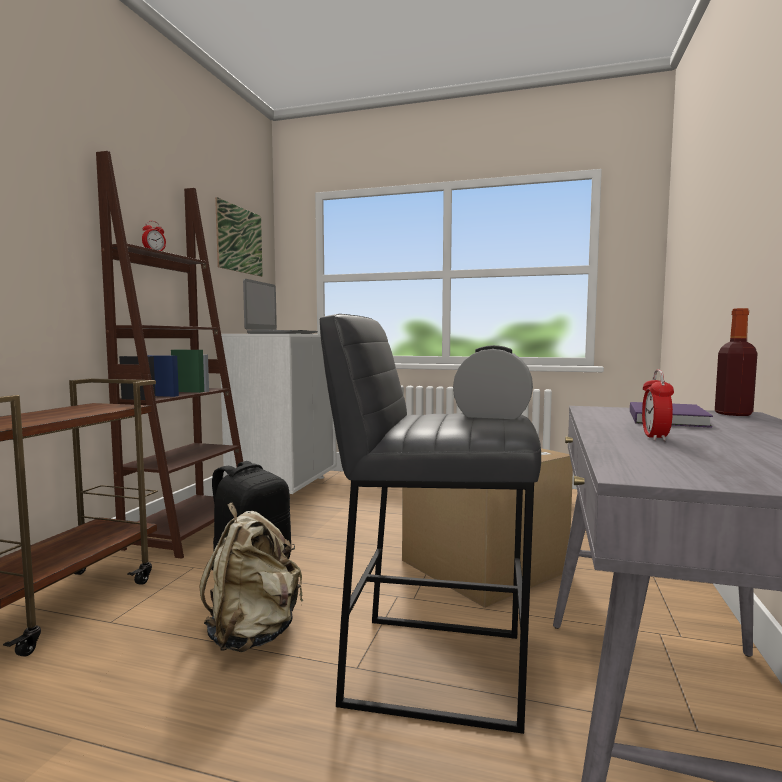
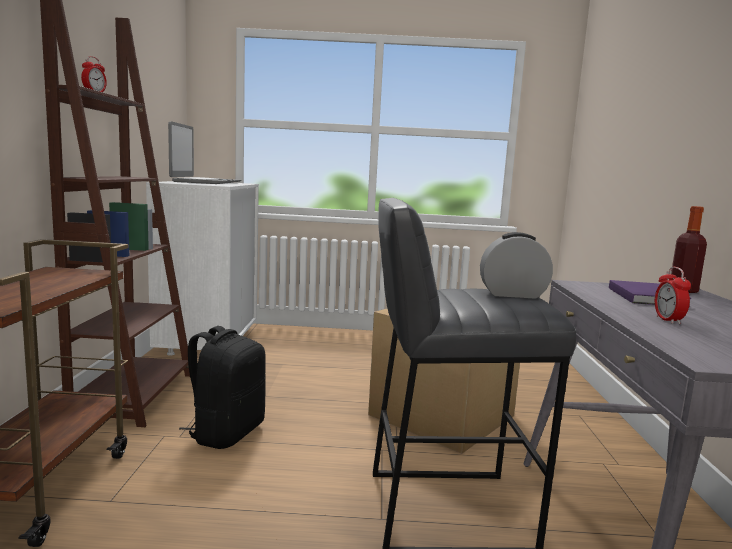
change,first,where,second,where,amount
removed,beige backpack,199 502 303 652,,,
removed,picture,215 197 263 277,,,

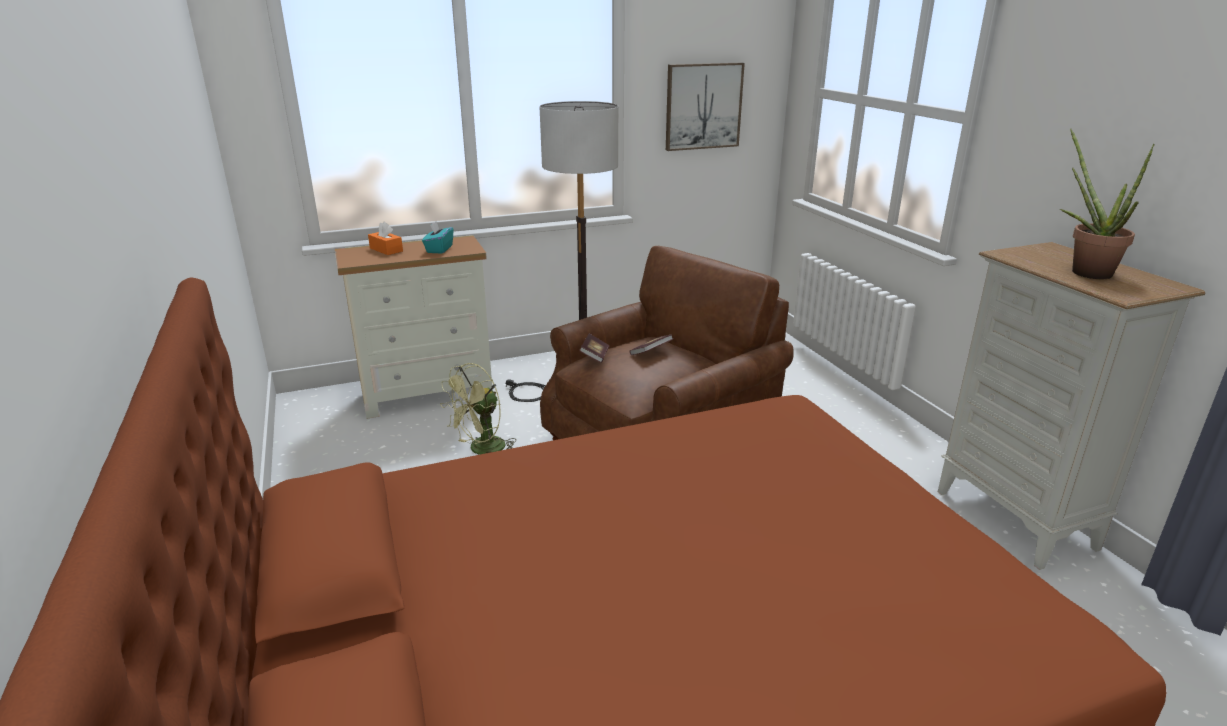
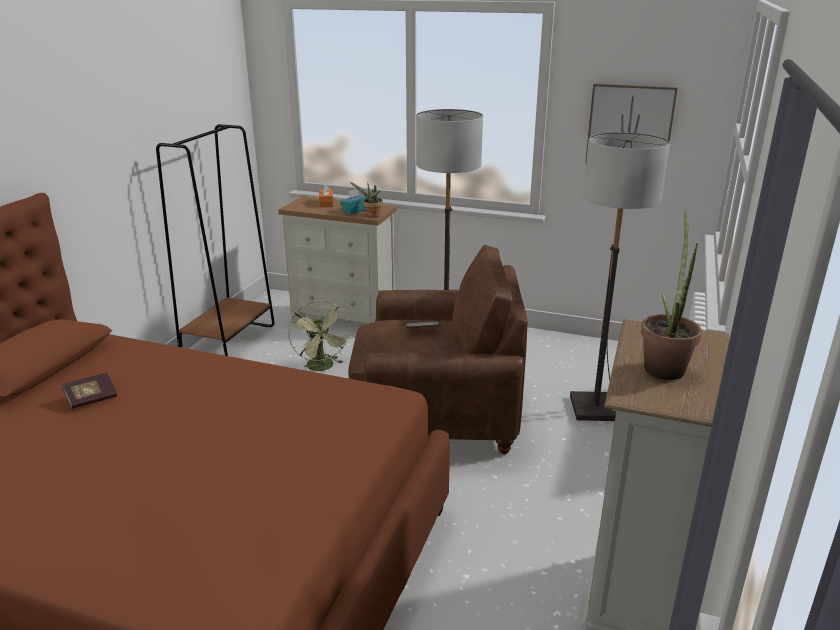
change,first,where,second,where,amount
added,,,clothes rack,156 124 274 356,
added,,,potted plant,350 182 383 218,
added,,,floor lamp,570 132 670 421,
moved,book,579 334 609 363,,62 373 117 409,
turned,green fan,440 363 516 455,,288 301 351 371,105 degrees counterclockwise

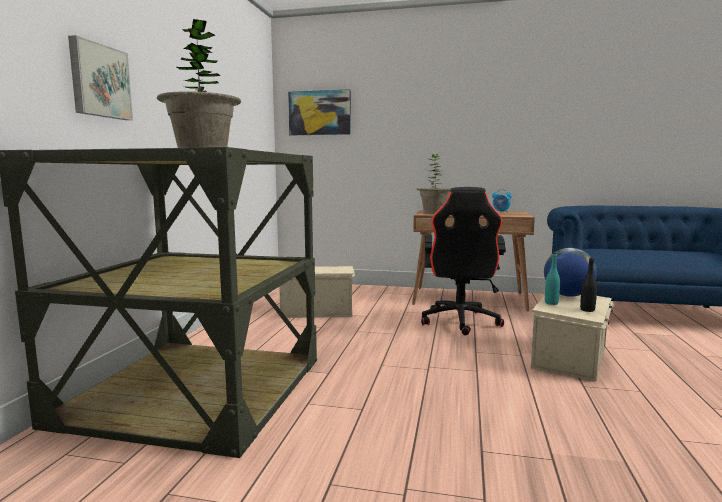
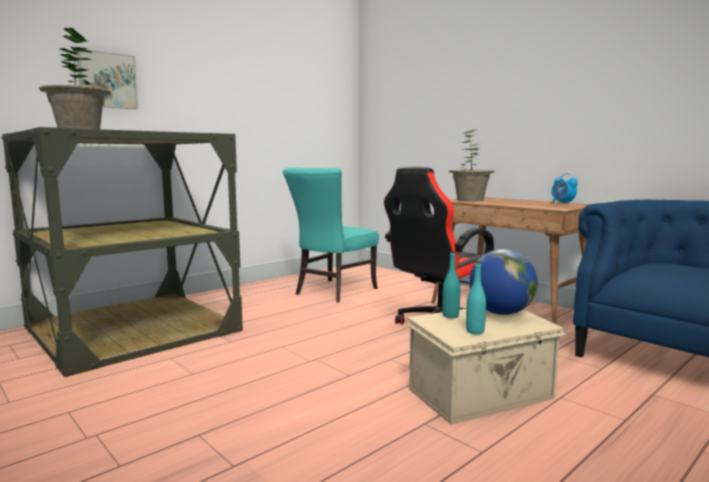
change,first,where,second,where,amount
removed,picture,288 89 351 136,,,
replaced,beige storage box,279 266 355 318,turquoise chair,283 167 379 302,
recoloured,black bottle,580 258 597 312,turquoise bottle,466 261 486 334,

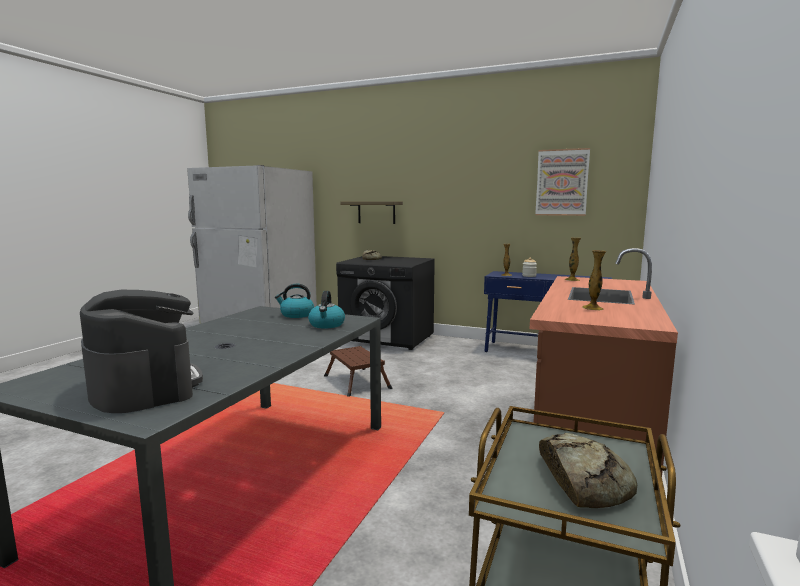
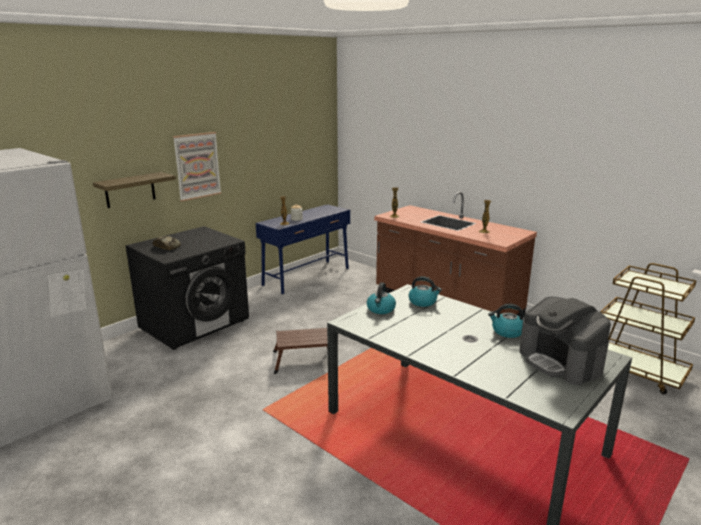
change,first,where,second,where,amount
removed,bread,539 433 637 508,,,
added,,,kettle,488 304 524 338,
moved,picture,535 148 590 216,,173 132 222 201,
turned,coffee machine,80 290 203 413,,519 297 611 385,105 degrees counterclockwise

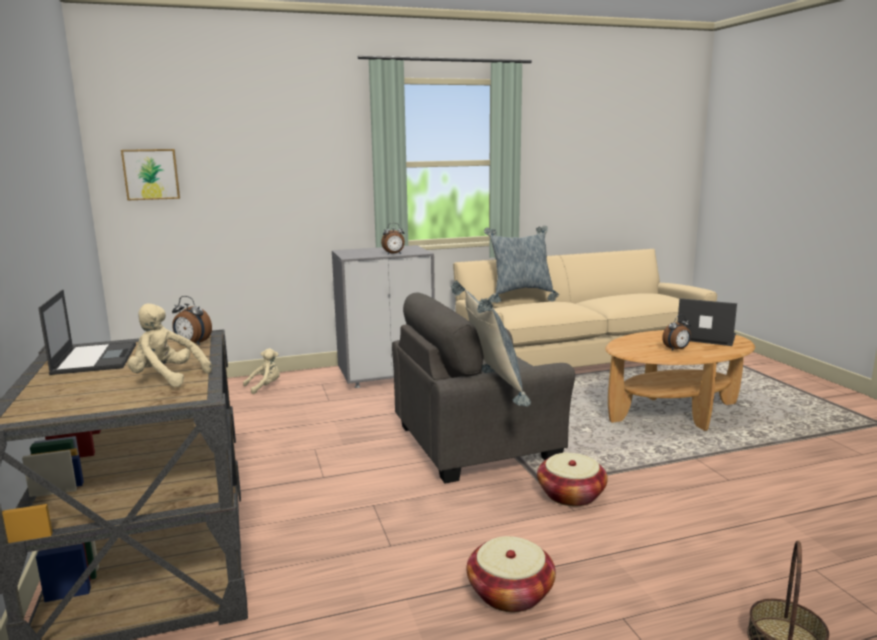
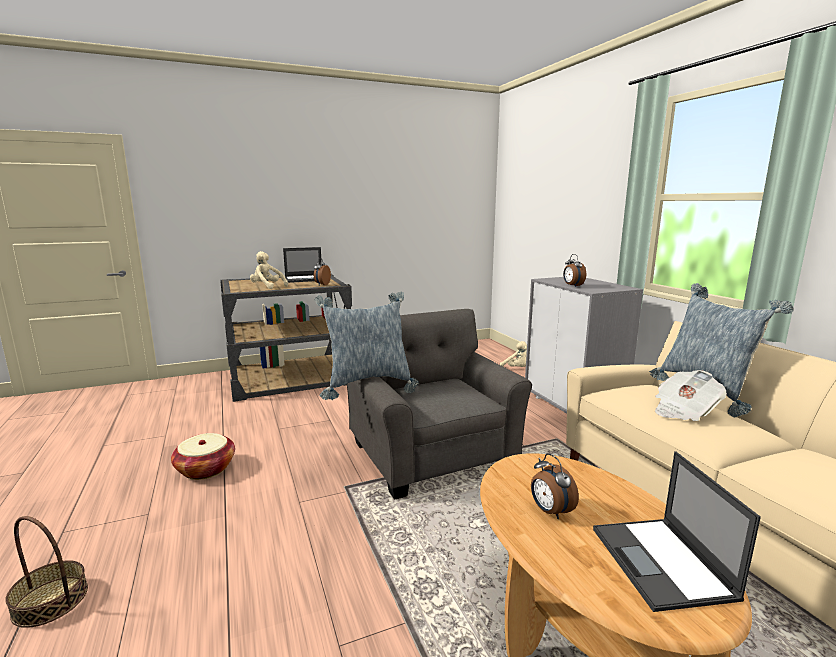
change,first,where,second,where,amount
removed,picture,121 149 180 200,,,
removed,basket,537 453 608 507,,,
added,,,newspaper,655 370 727 421,
turned,beige plush toy,128 303 212 387,,250 251 288 289,75 degrees counterclockwise
turned,laptop,677 298 737 346,,593 451 761 612,150 degrees clockwise

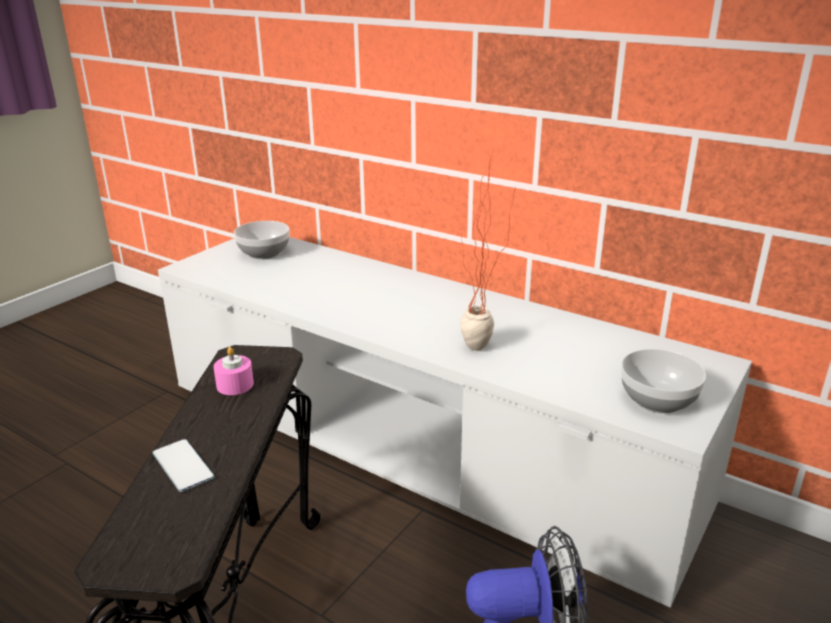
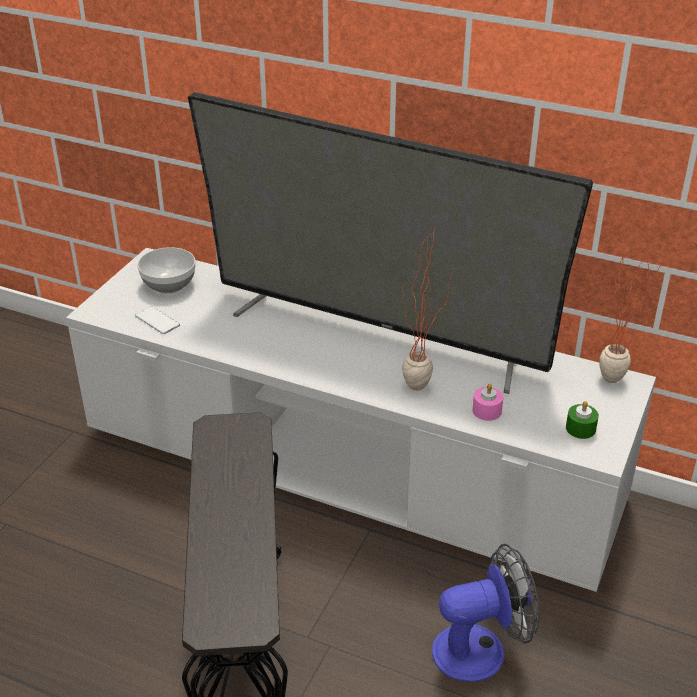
change,first,where,second,where,amount
added,,,television,188 92 593 394,
added,,,potted plant,599 214 669 383,
moved,phone,152 439 214 492,,135 306 180 334,
moved,pink candle,213 347 254 395,,473 383 503 421,
replaced,bowl,621 349 706 413,green candle,566 401 599 439,

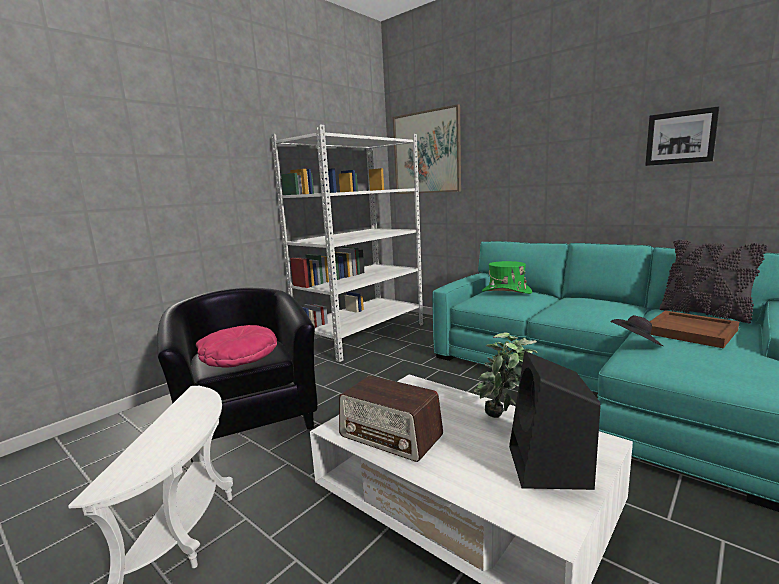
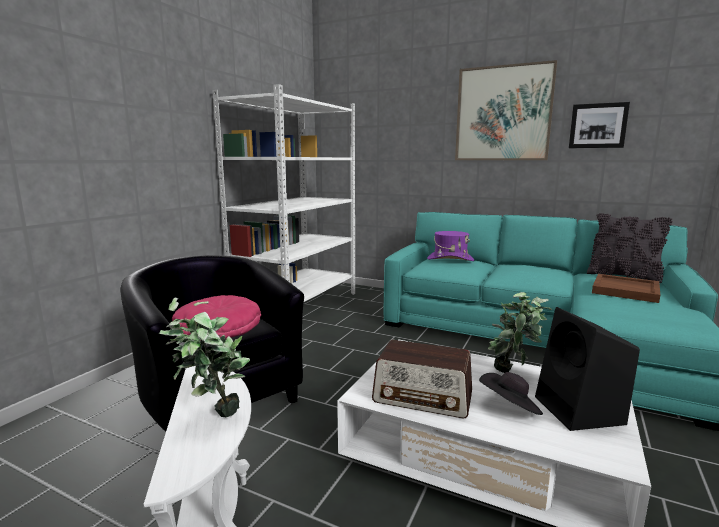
change,first,where,second,where,amount
added,,,potted plant,159 298 250 417,
moved,picture,393 104 461 194,,455 60 557 160,
moved,black hat,611 315 663 346,,479 372 543 415,
recoloured,green hat,482 261 532 294,purple hat,427 231 474 261,

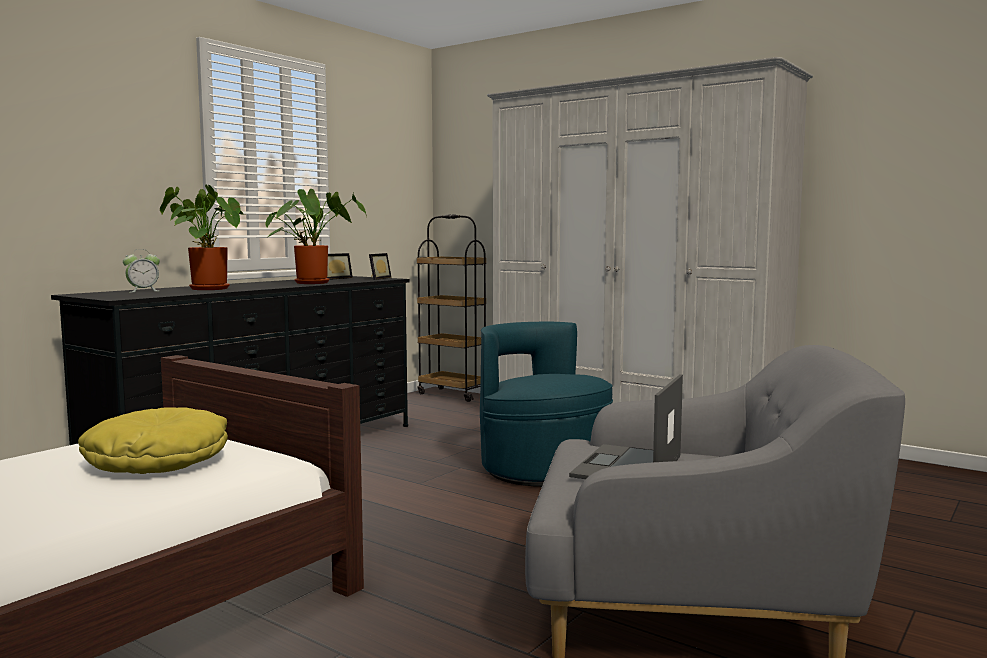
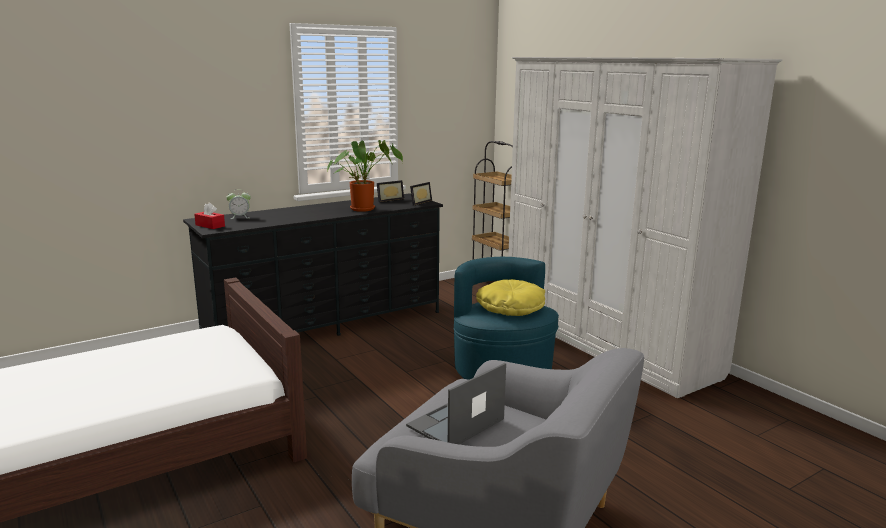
change,first,where,second,where,amount
removed,potted plant,160 184 245 290,,,
added,,,red tissue box,194 203 225 229,
moved,yellow pillow,78 407 228 474,,476 279 545 316,

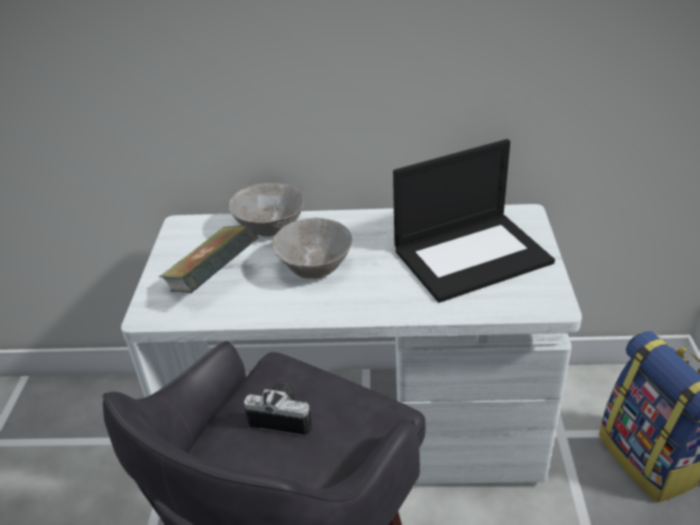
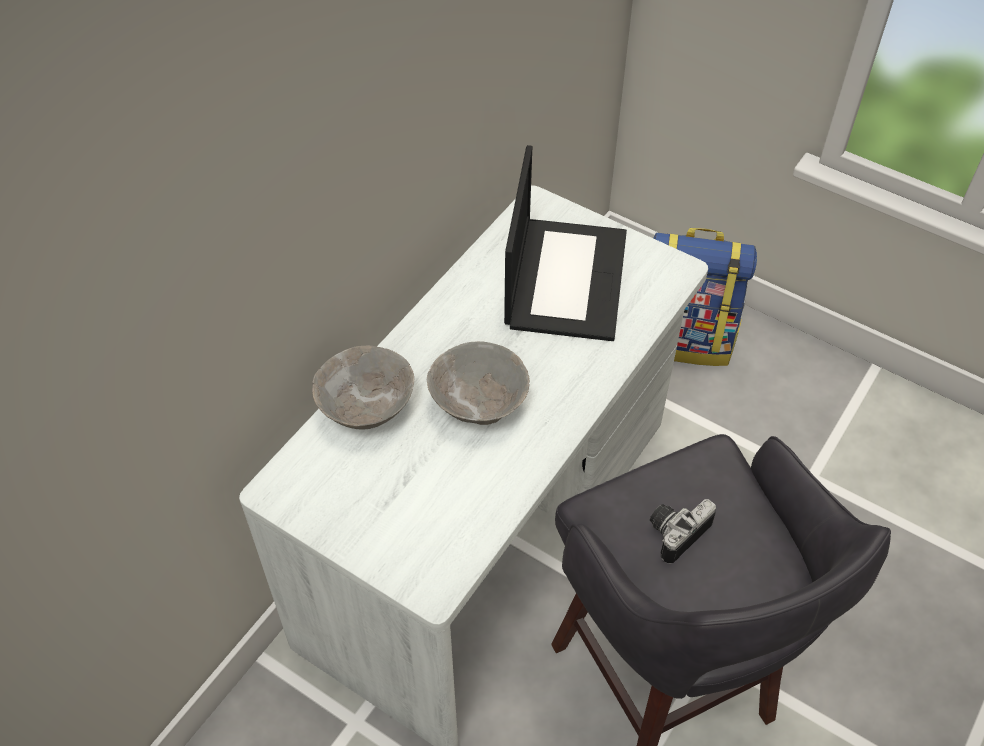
change,first,where,second,where,amount
removed,book,159 225 258 293,,,

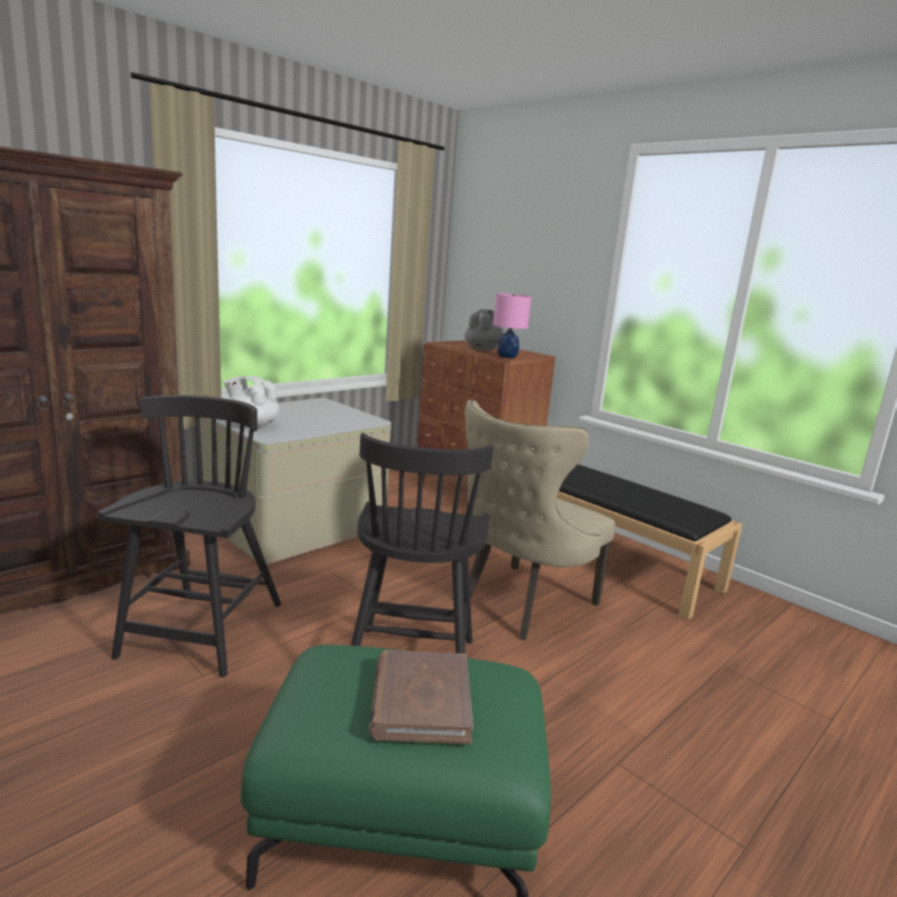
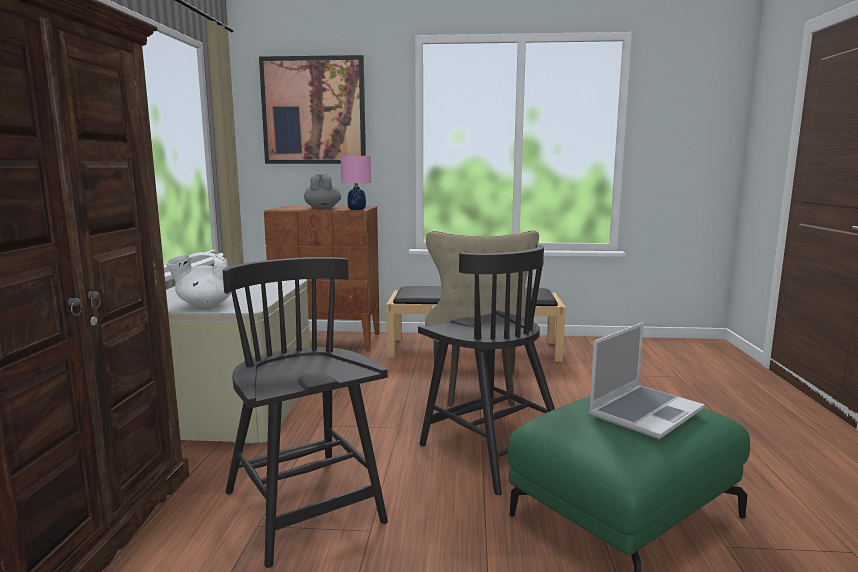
change,first,where,second,where,amount
added,,,picture,259 55 366 164,
replaced,brown book,369 650 473 744,laptop,589 322 705 439,

